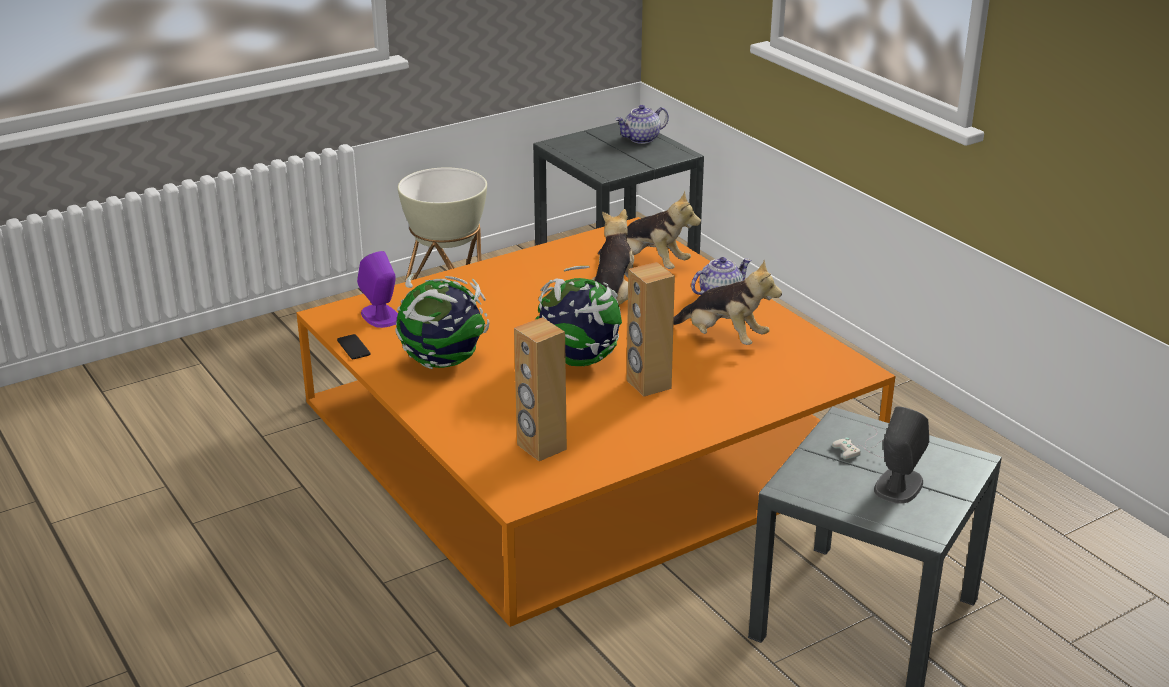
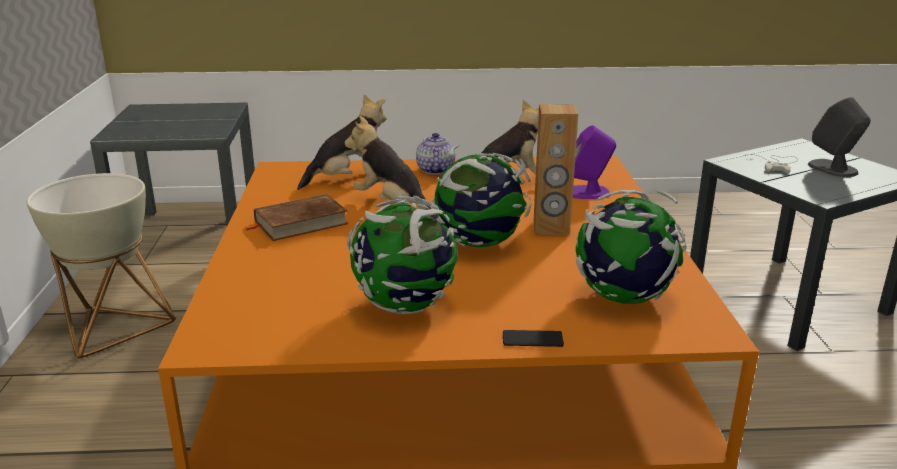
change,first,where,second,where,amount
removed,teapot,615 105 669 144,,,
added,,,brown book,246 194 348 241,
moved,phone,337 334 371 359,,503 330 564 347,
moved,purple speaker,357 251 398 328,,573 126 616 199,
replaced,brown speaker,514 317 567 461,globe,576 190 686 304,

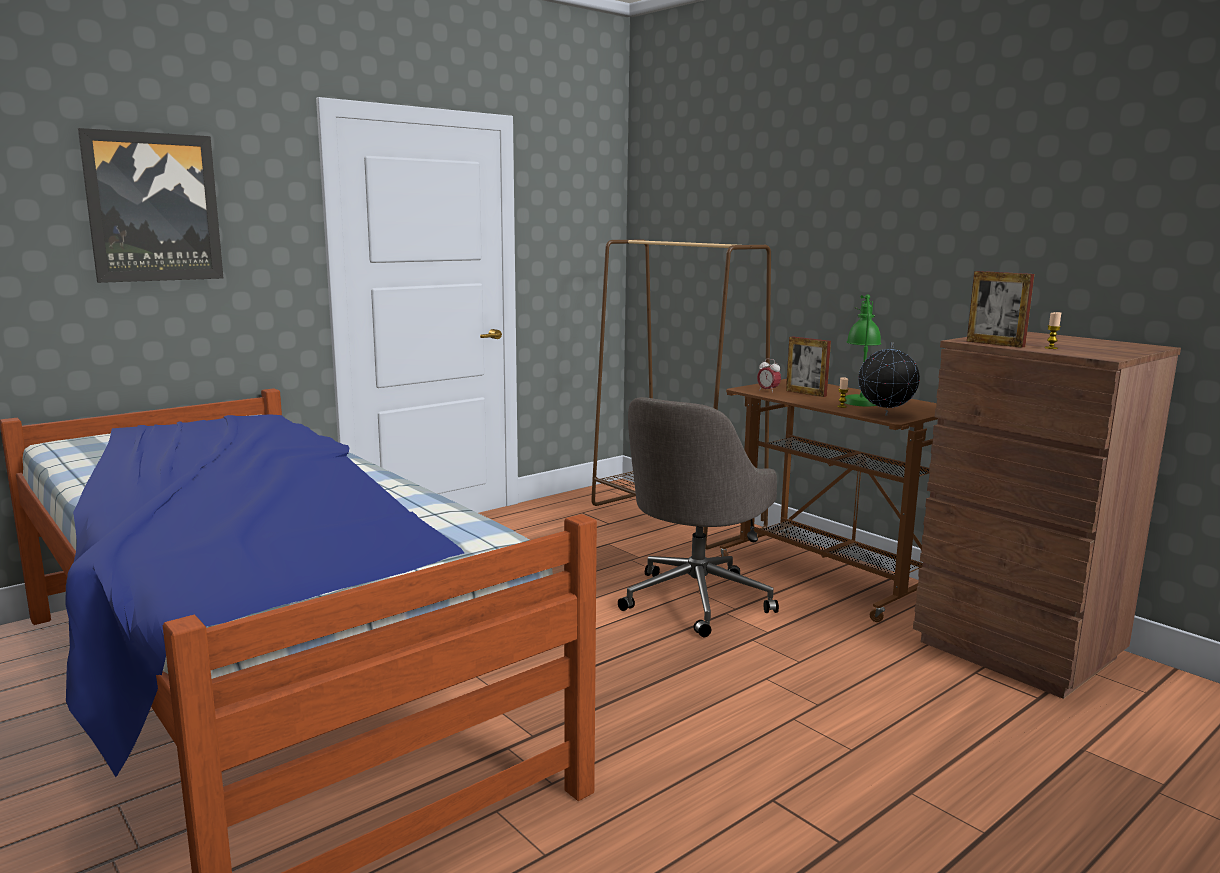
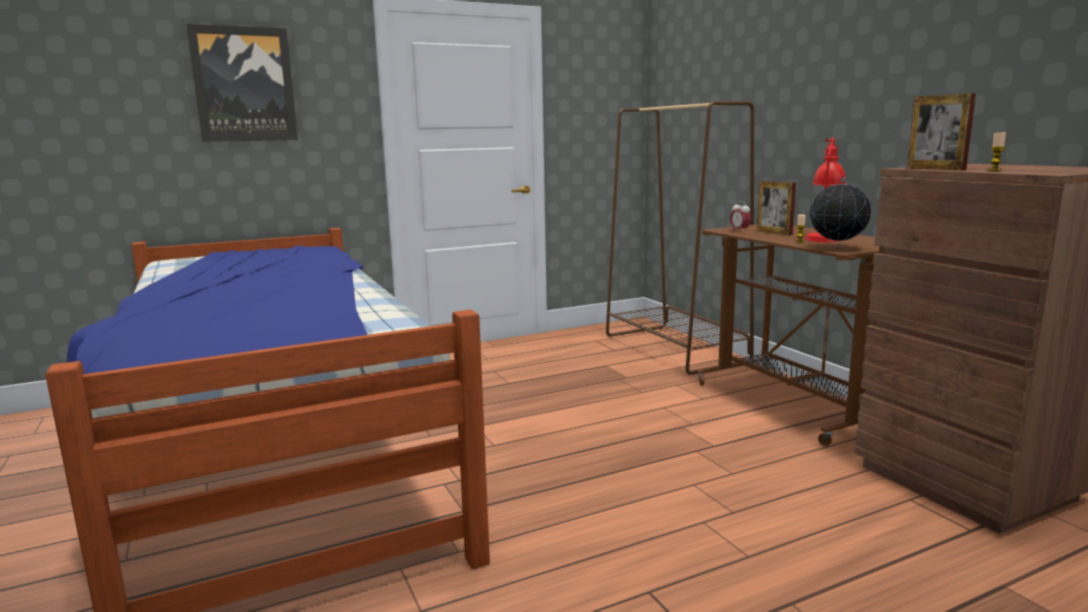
change,first,where,second,where,amount
removed,grey office chair,618 397 779 637,,,
recoloured,green table lamp,844 294 882 406,red table lamp,805 138 846 242,

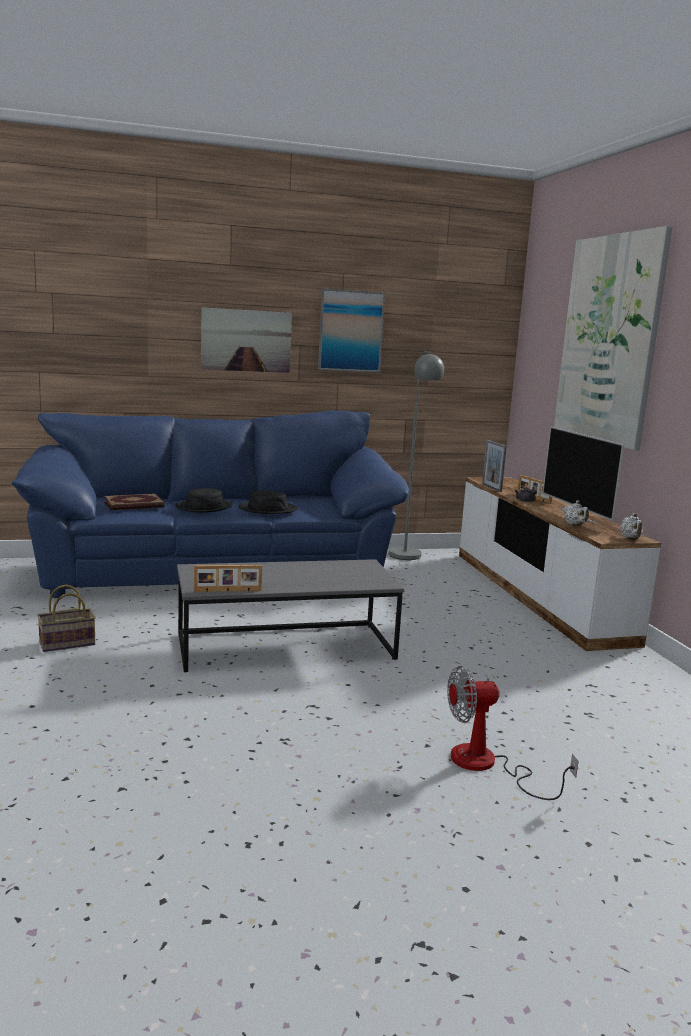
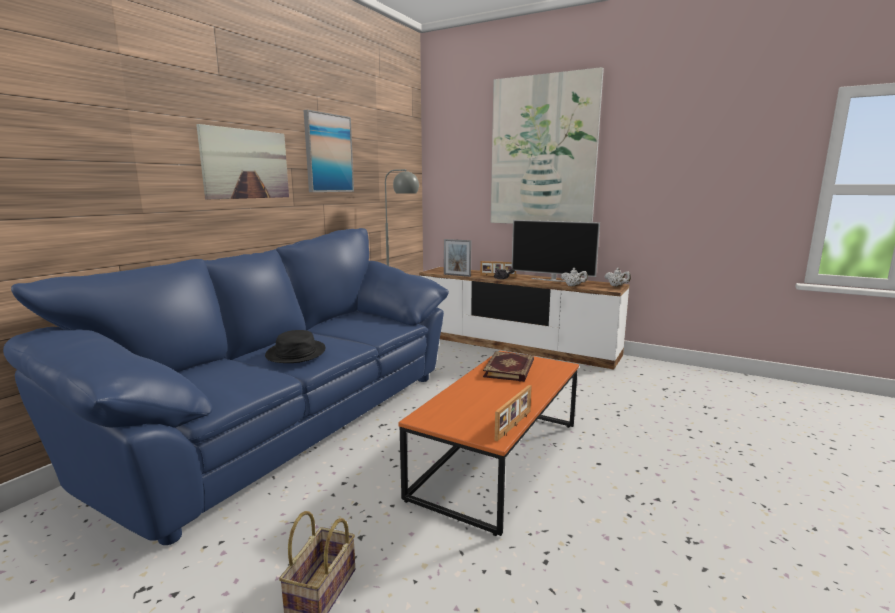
change,first,where,second,where,amount
removed,black hat,238 490 298 514,,,
removed,fan,447 666 579 800,,,
moved,book,104 494 164 510,,483 351 534 382,
recoloured,grey coffee table,177 559 405 672,orange coffee table,398 350 579 536,

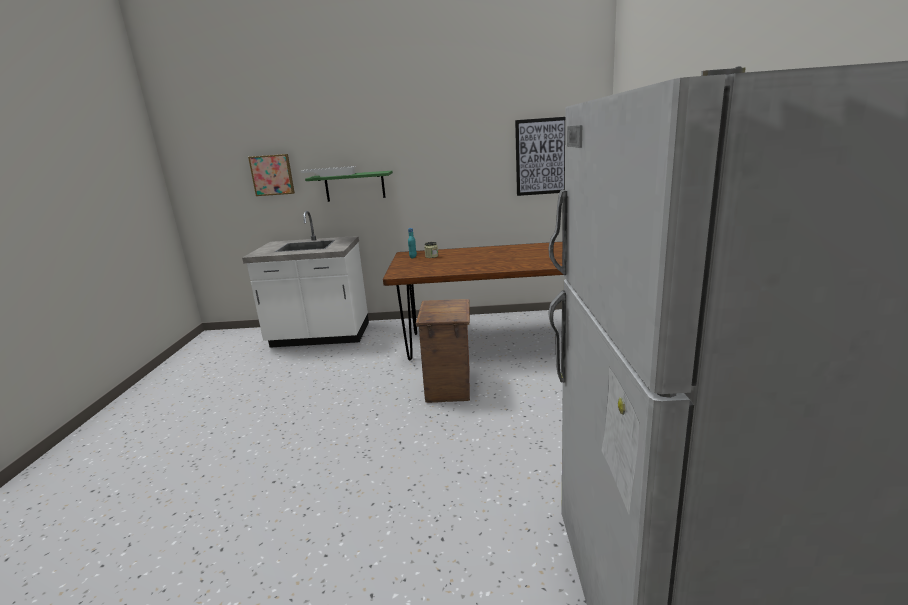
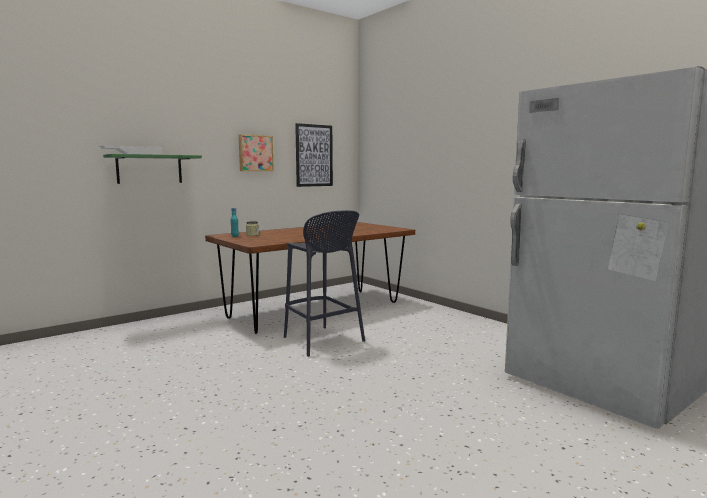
change,first,where,second,where,amount
removed,white counter,242 211 369 348,,,
moved,picture,248 154 295 196,,239 135 274 171,
replaced,crate,416 299 470 403,grey stool,284 210 365 357,

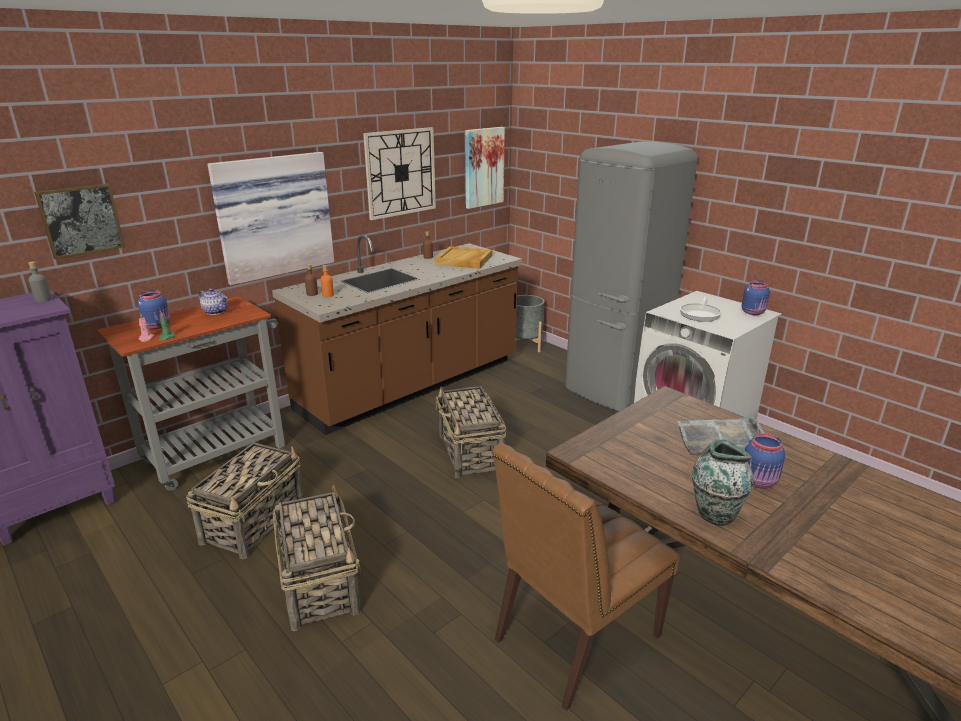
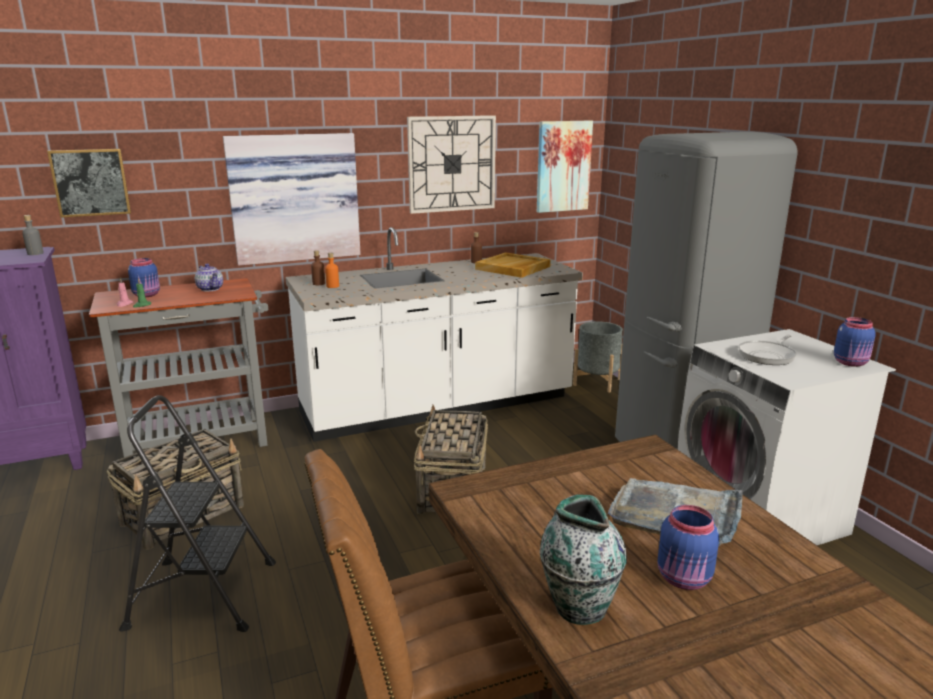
change,first,where,second,where,amount
replaced,basket,273 485 361 631,black step ladder,119 395 276 632,
recoloured,brown counter,272 235 522 435,white counter,285 227 583 442,

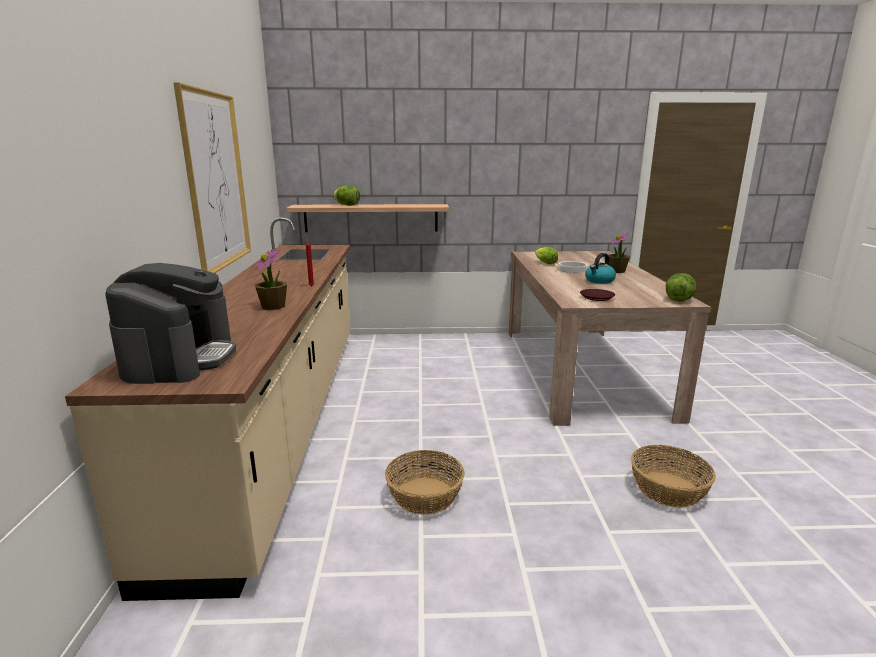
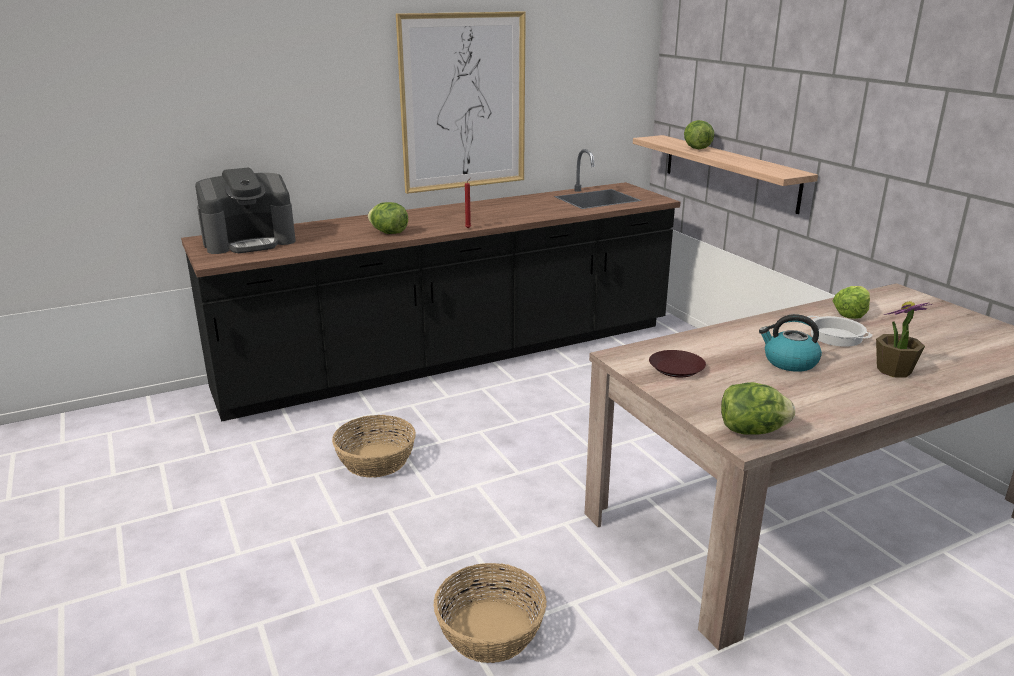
change,first,where,second,where,amount
replaced,potted plant,255 248 287 310,lettuce,368 202 408 234,
recoloured,beige counter,65 218 350 601,black counter,181 149 680 422,

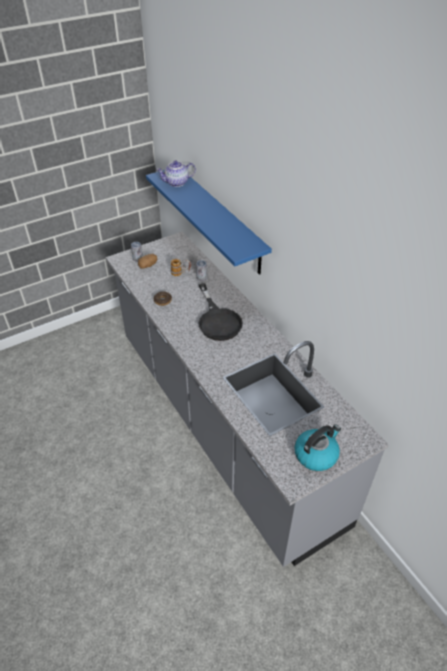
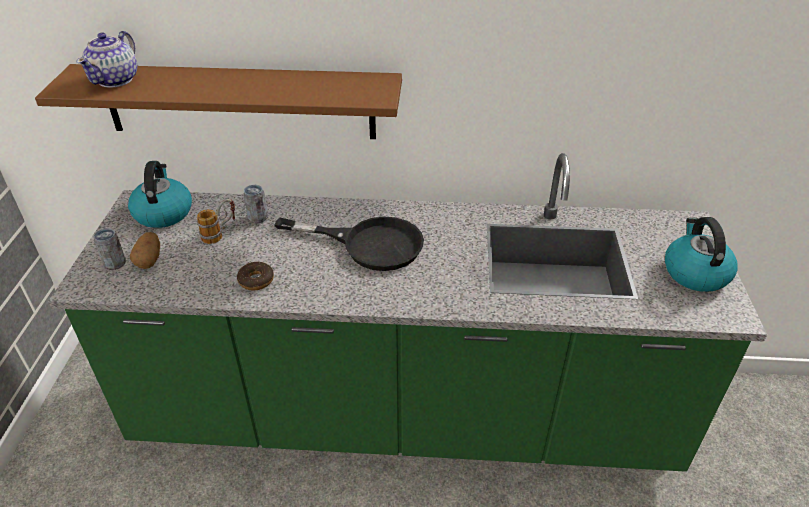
change,first,where,second,where,amount
added,,,kettle,128 161 192 228,
recoloured,grey counter,106 232 389 567,green counter,48 153 767 472,
recoloured,blue shelf,146 170 272 275,brown shelf,35 64 402 139,

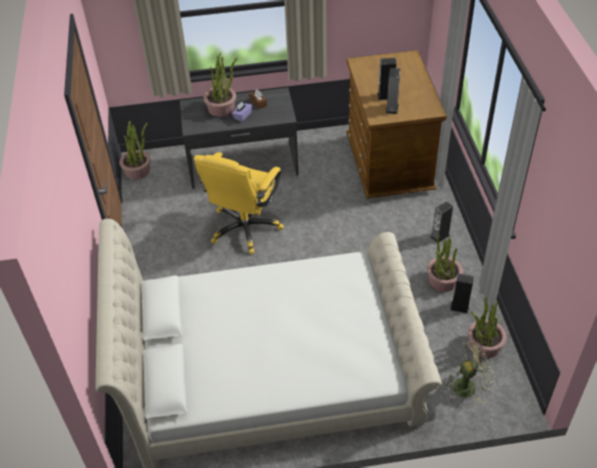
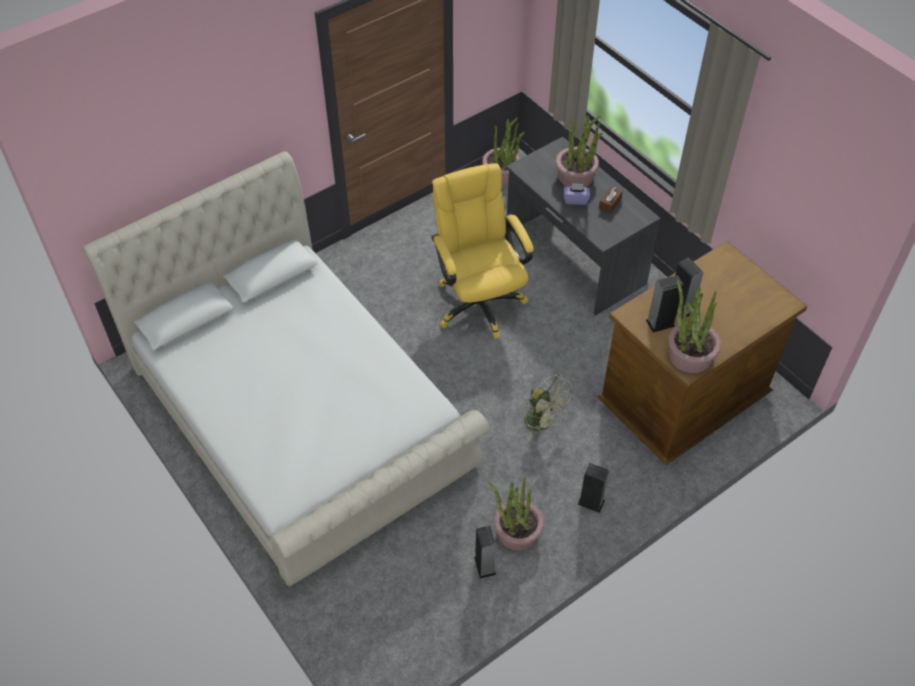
change,first,where,second,where,amount
moved,green fan,445 340 496 402,,524 374 573 440,
moved,potted plant,468 297 507 358,,668 279 721 373,
turned,yellow office chair,194 152 284 254,,431 163 534 339,75 degrees clockwise

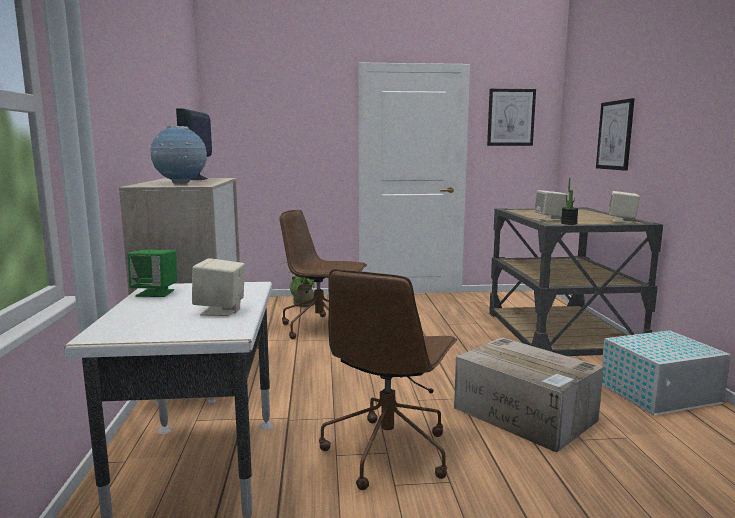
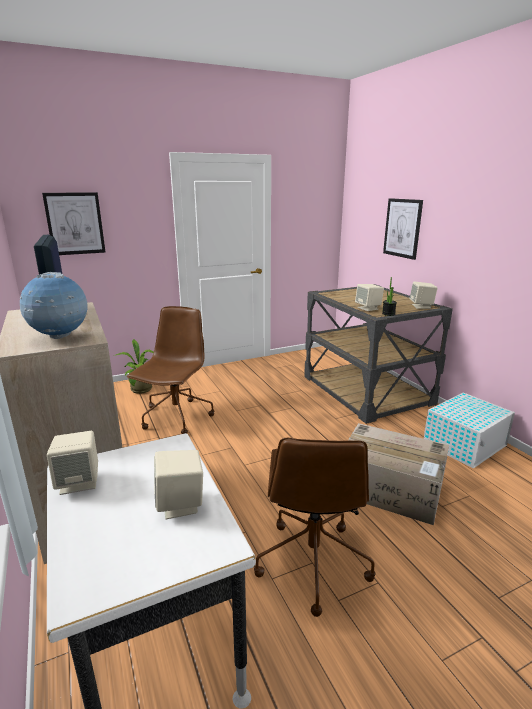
change,first,where,second,where,amount
moved,picture,487 89 536 146,,42 192 106 255,
recoloured,green speaker,128 250 177 297,beige speaker,47 431 98 495,
turned,brown office chair,280 210 367 339,,127 306 214 434,105 degrees clockwise

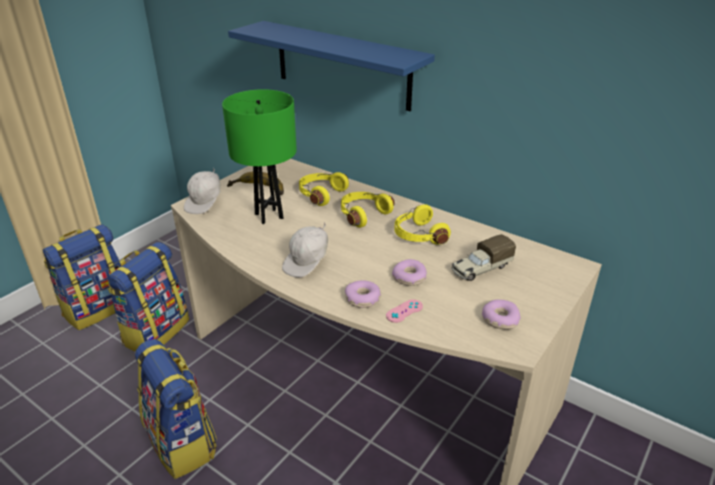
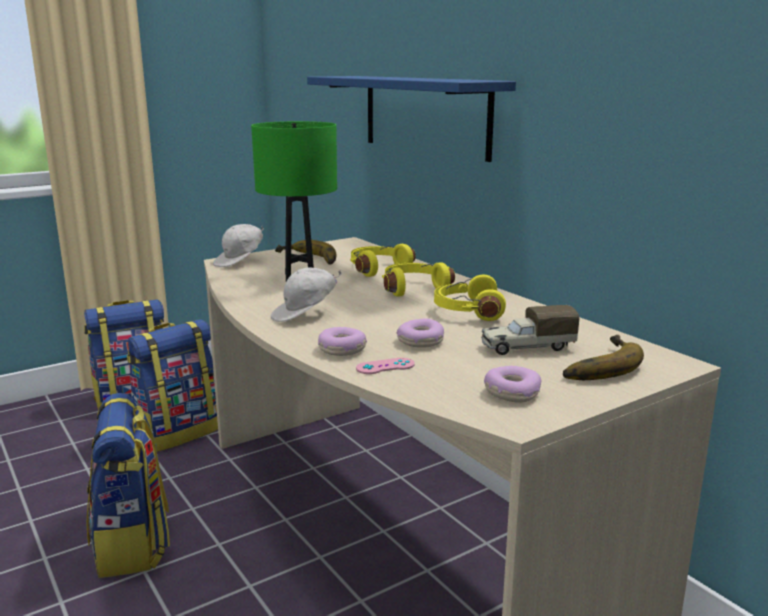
change,first,where,second,where,amount
added,,,banana,563 335 644 380,

